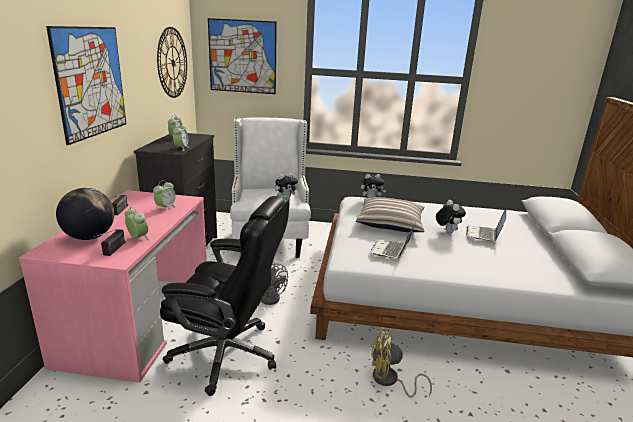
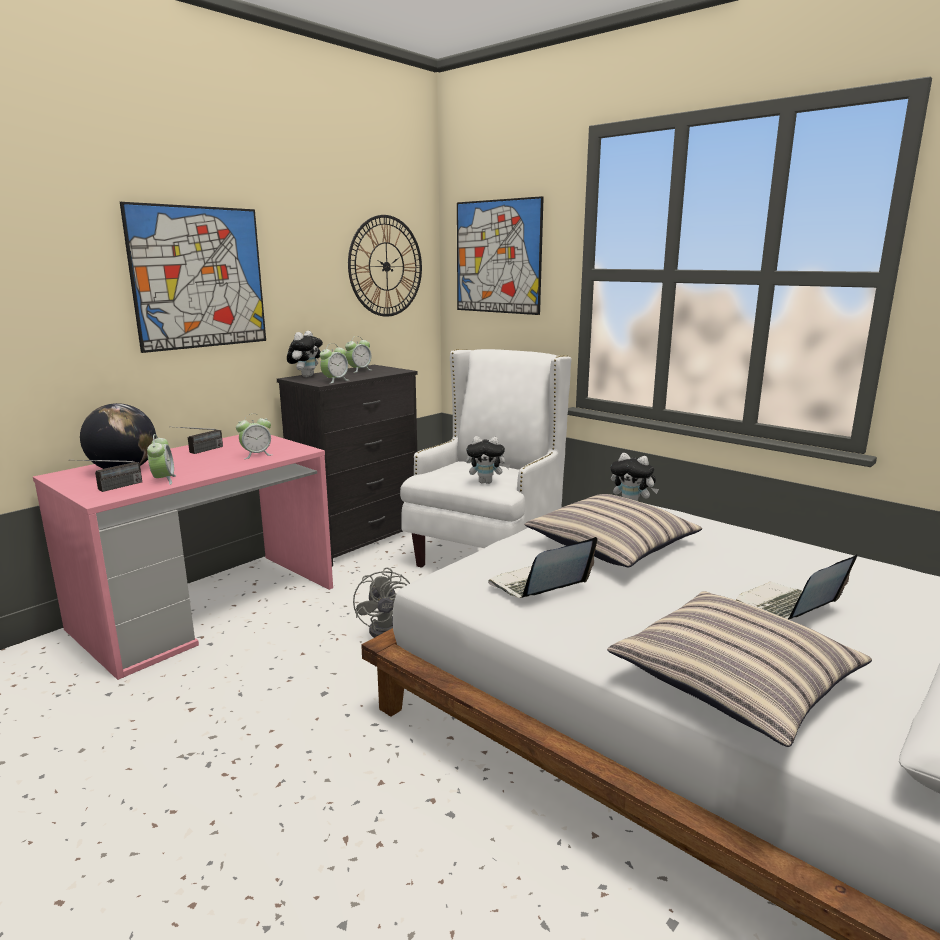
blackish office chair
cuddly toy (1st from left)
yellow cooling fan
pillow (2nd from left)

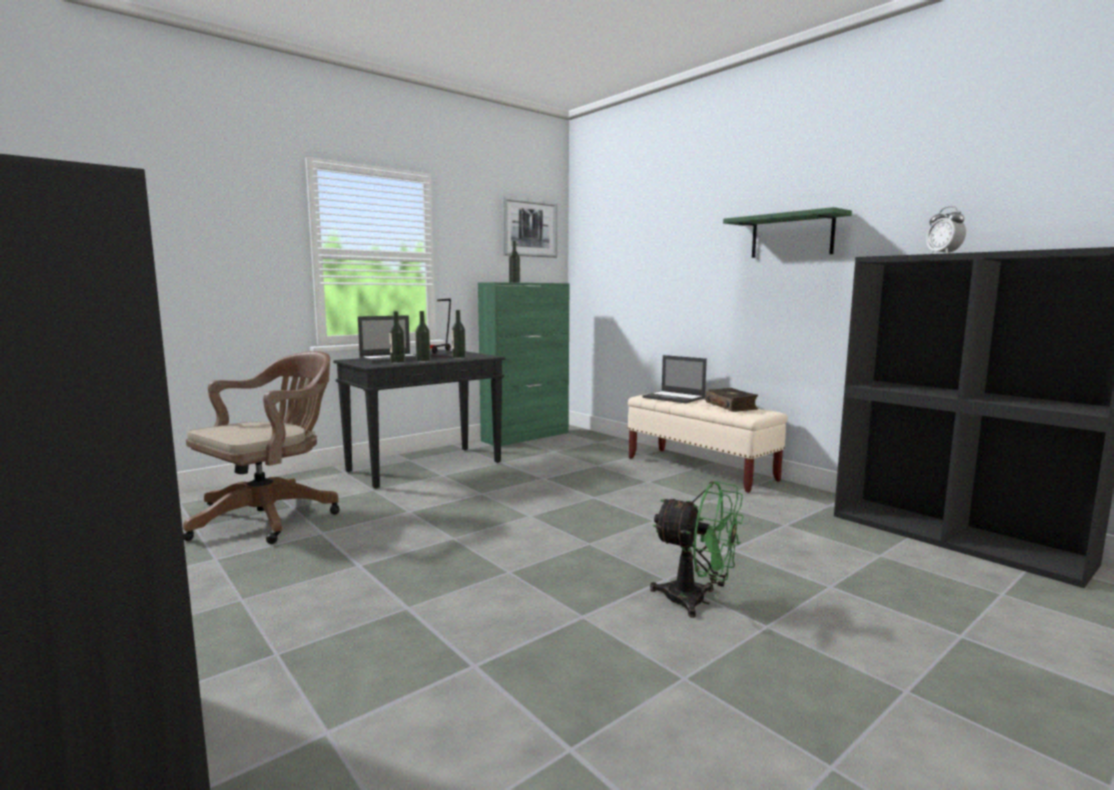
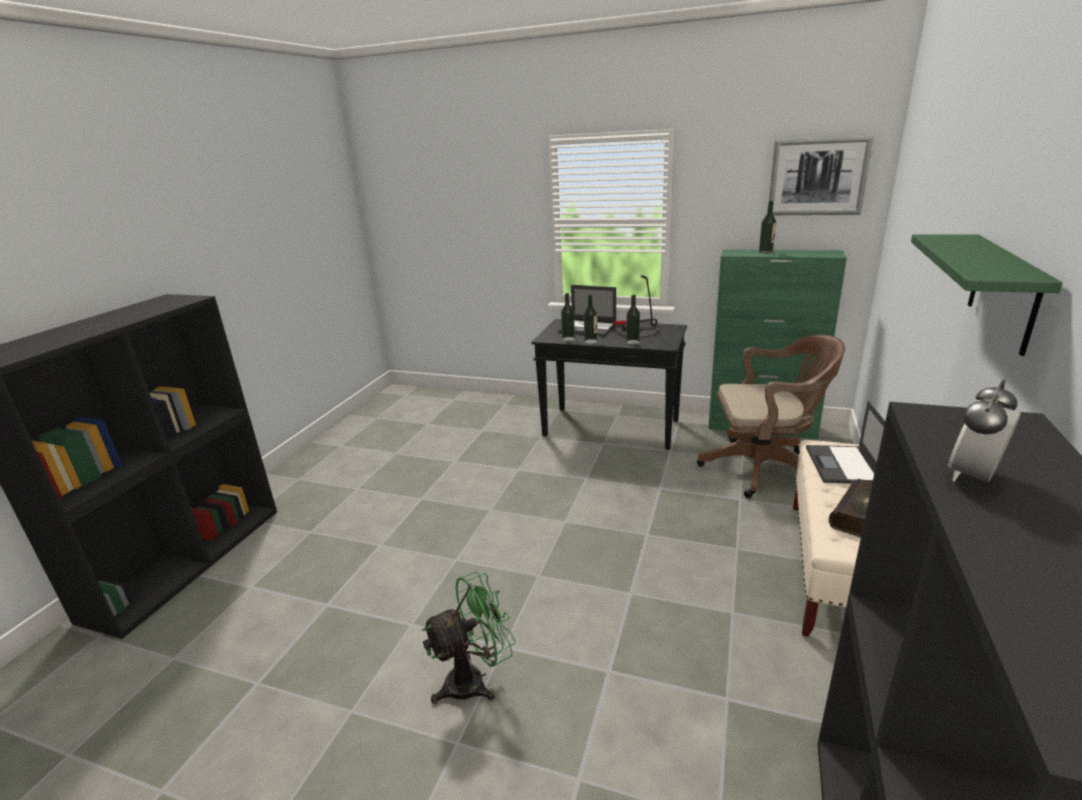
brown-coloured office chair
green-coloured cooling fan

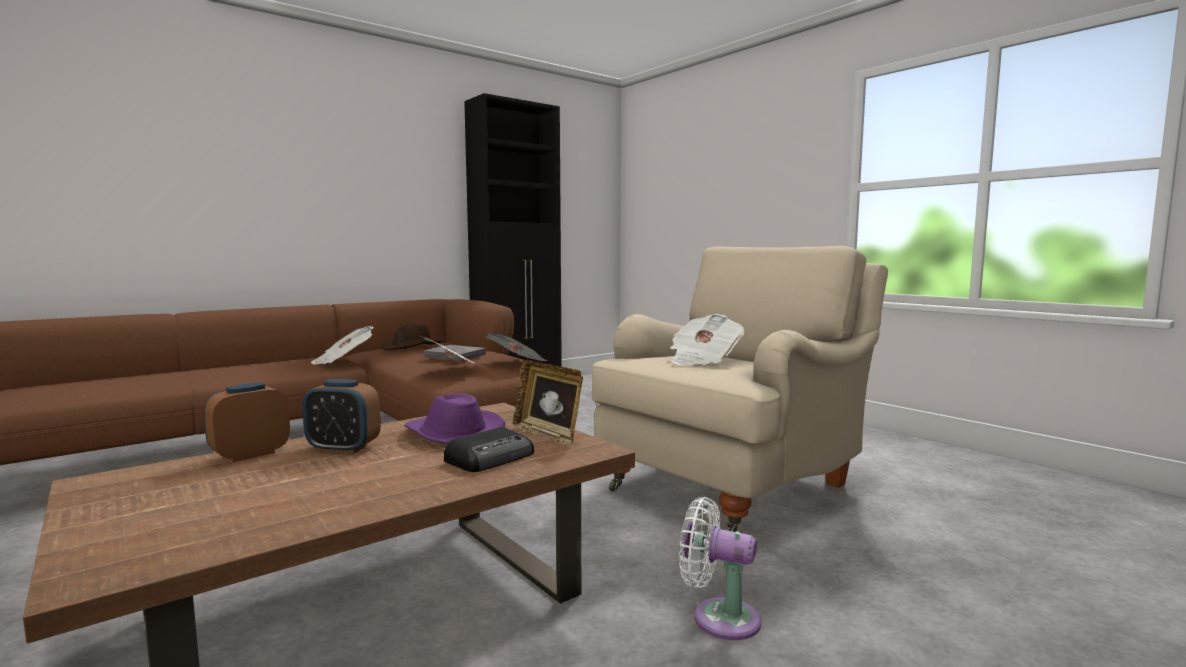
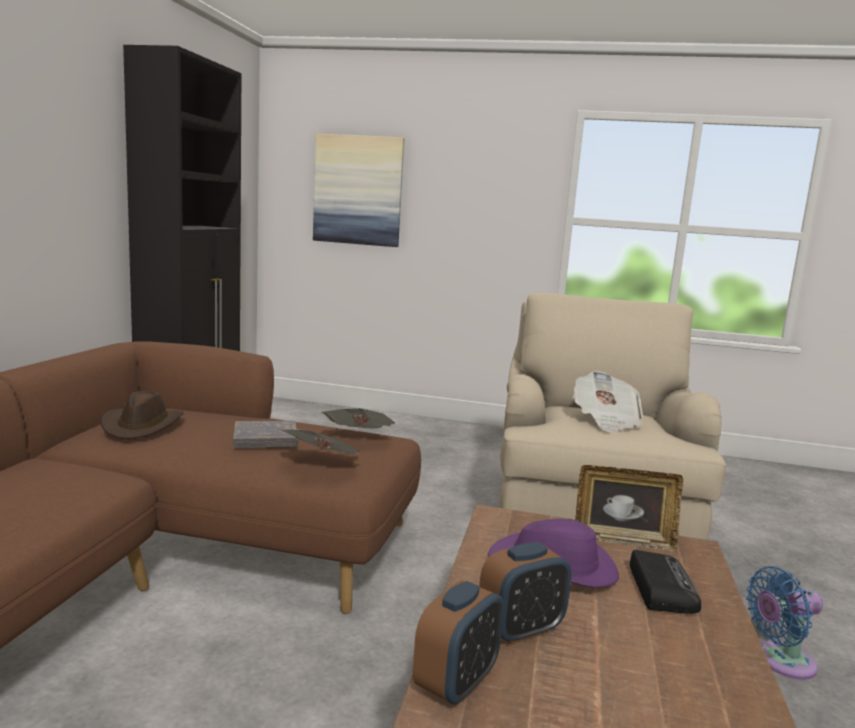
daily paper (1st from left in the first image)
alarm clock (1st from left)
bluish cooling fan
wall picture

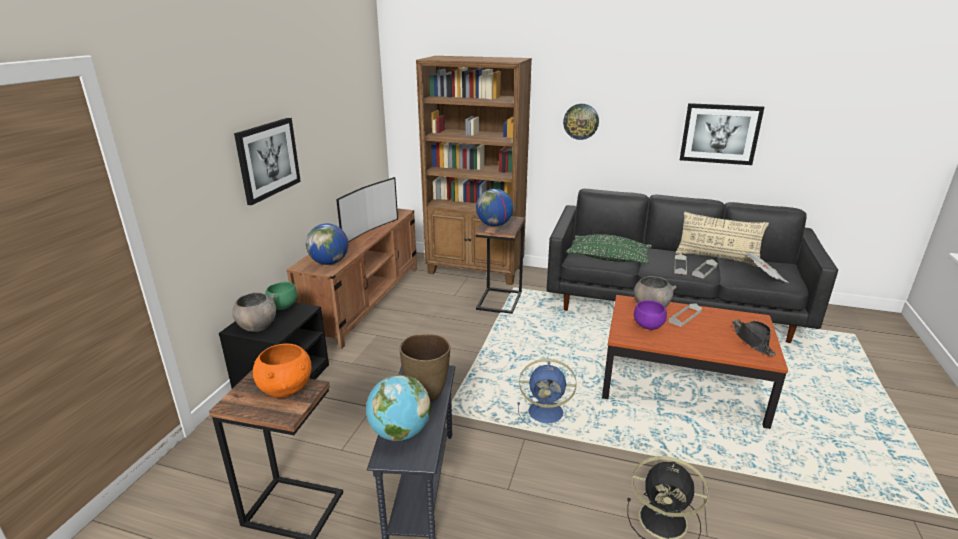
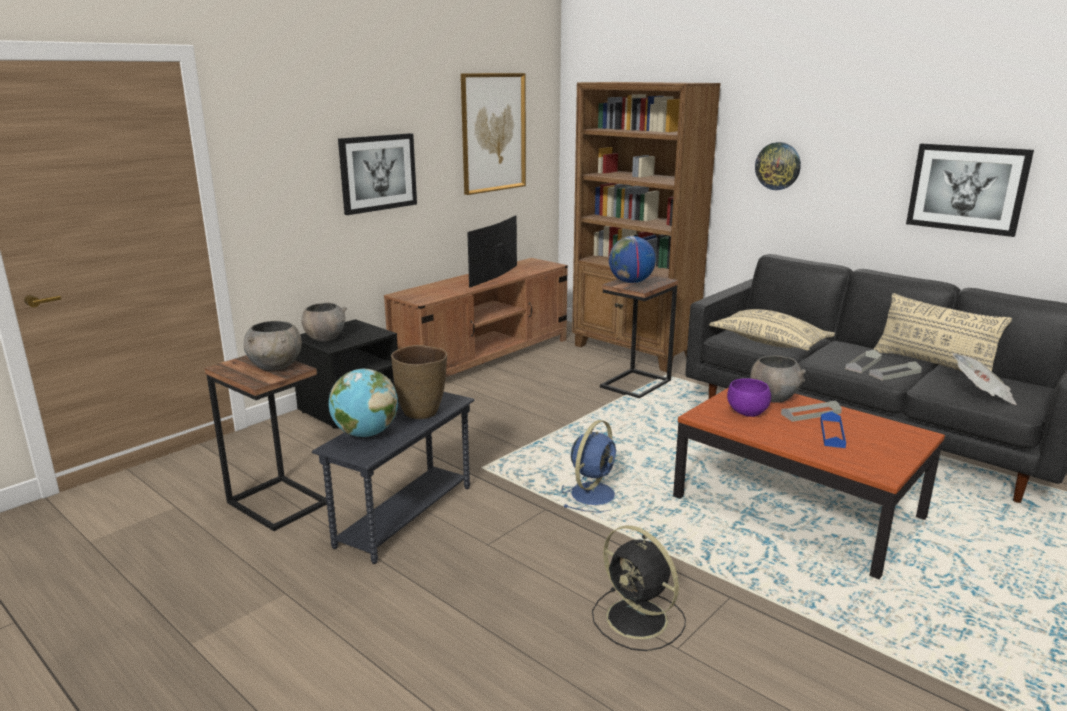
TV
desk globe (1st from left in the first image)
beige pillow (1st from left)
green-coloured serving bowl
blackish hat
gray serving bowl (1st from left)
bluish cooling fan
wall picture (2nd from left)
bluish serving tray

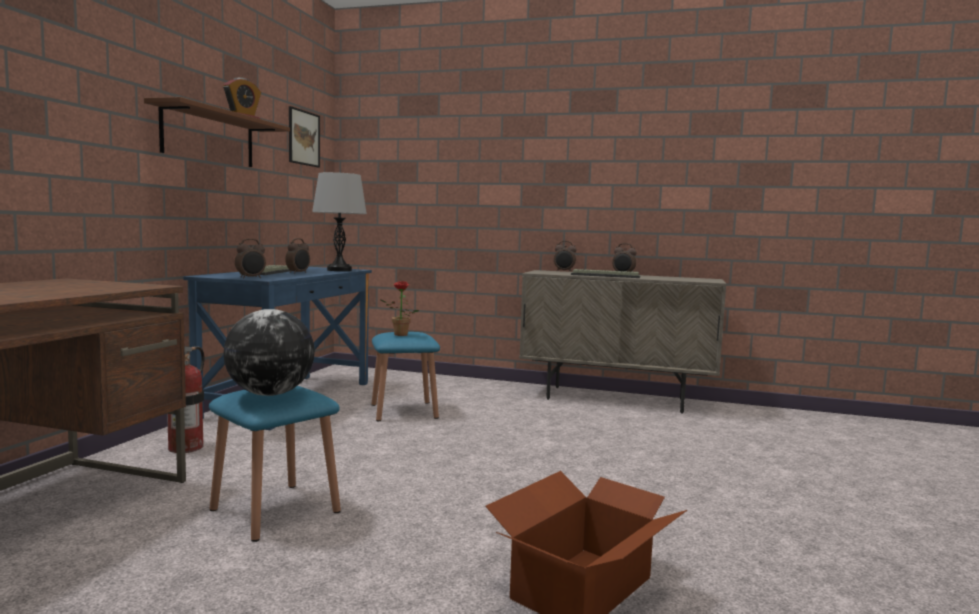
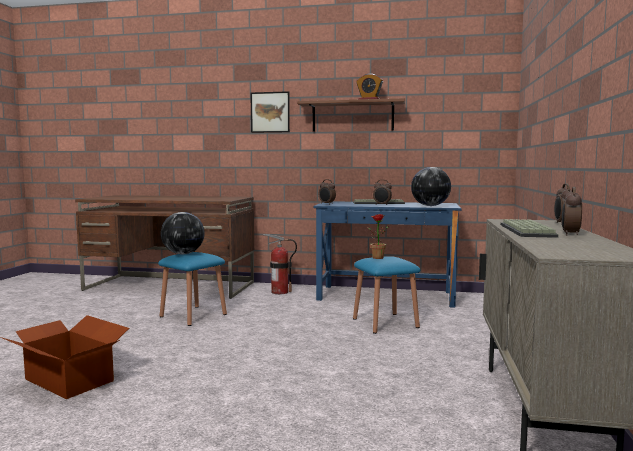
wall picture
desk globe (2nd from left)

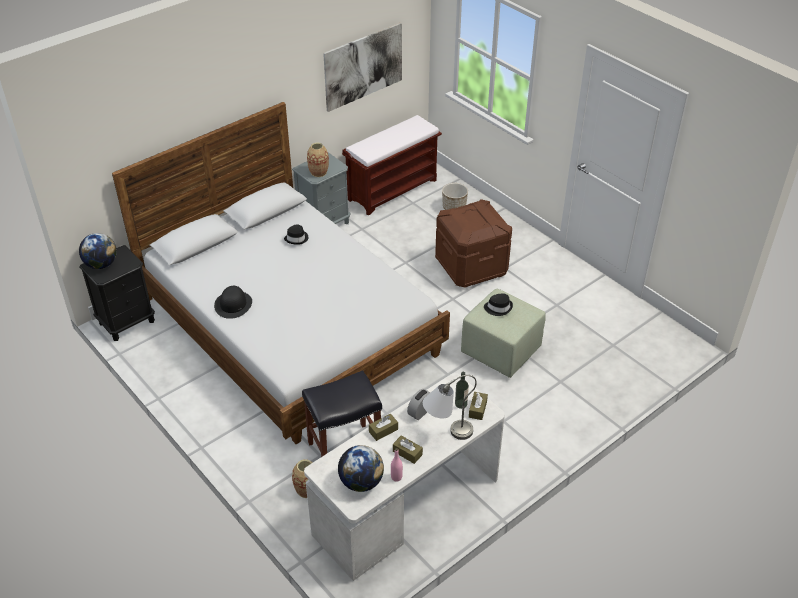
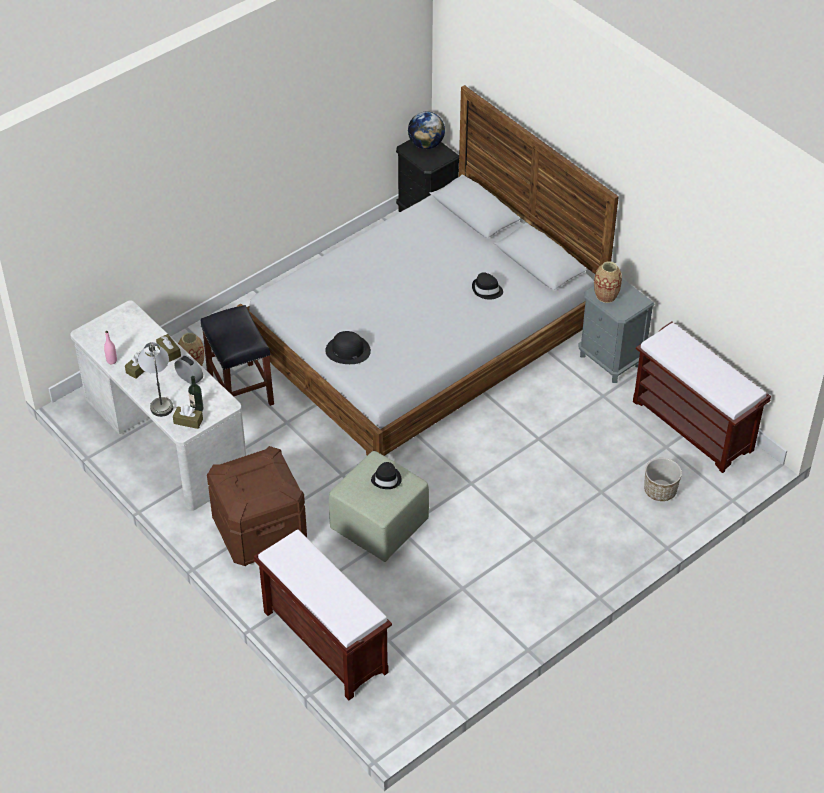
wall picture
brown-coloured storage bin
blackish hat (1st from left)
desk globe (2nd from left in the first image)
brown-coloured bench (1st from left)

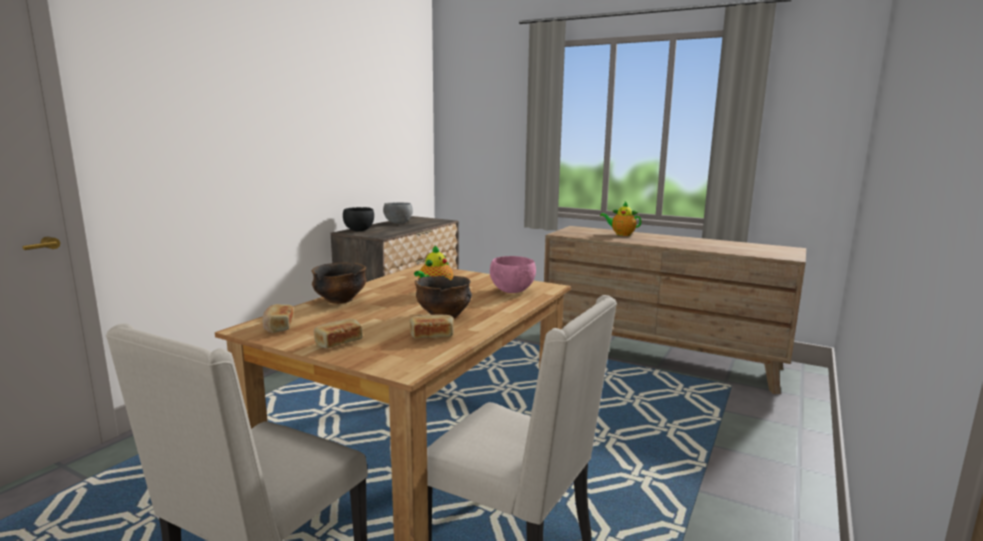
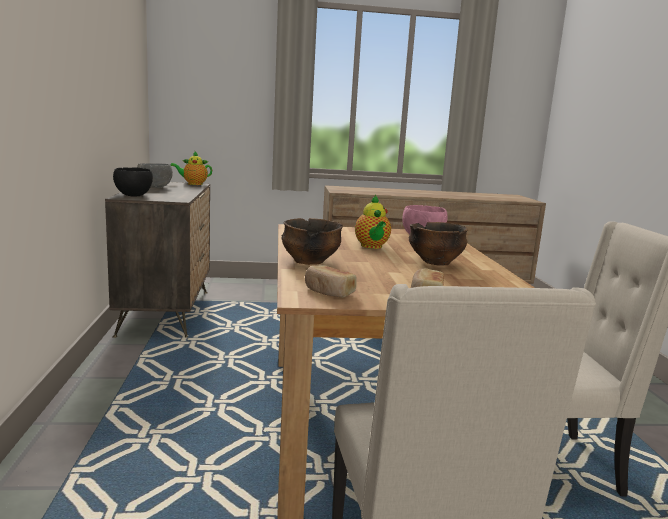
pot for tea (1st from left)
bread (3rd from left in the first image)

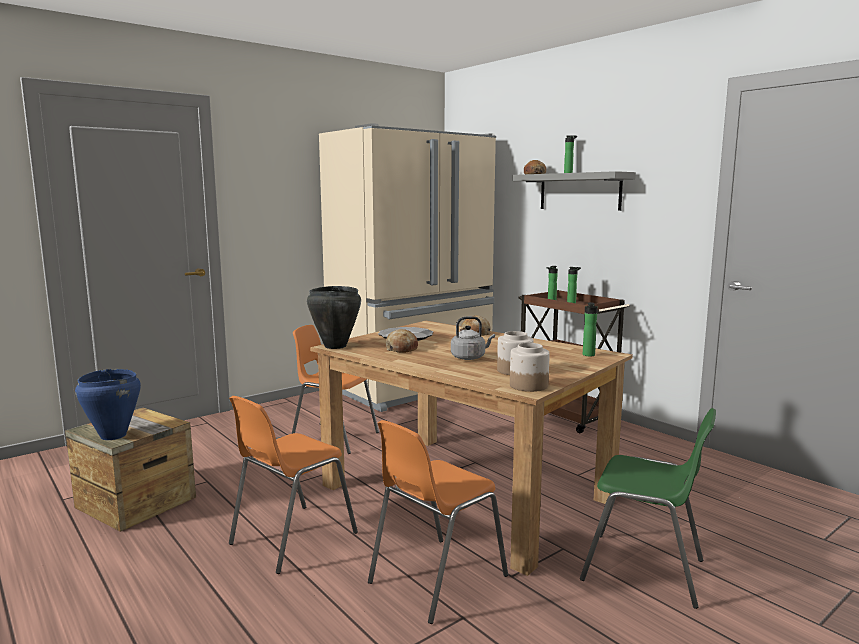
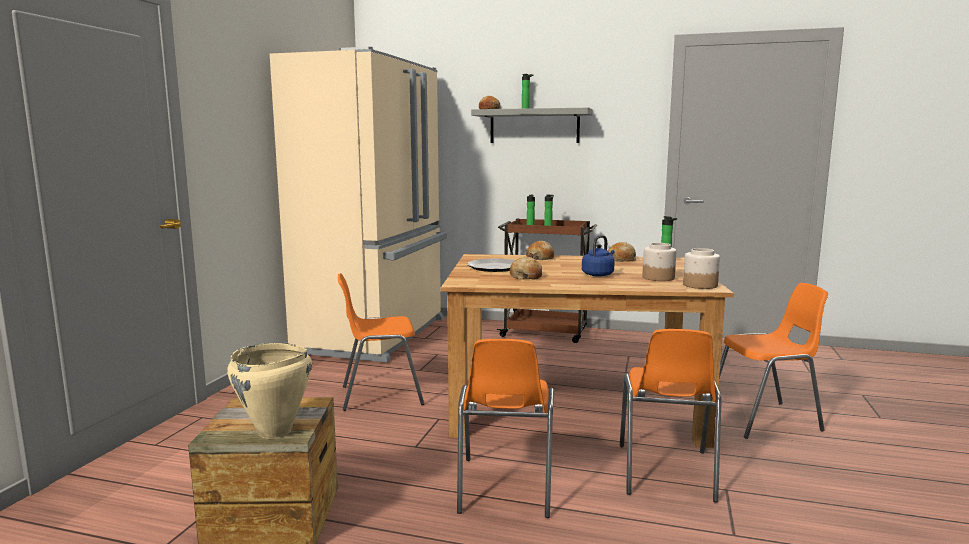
blackish stockpot
bluish kettle
beige stockpot
orange-coloured upright chair (4th from left)
bread (4th from left)

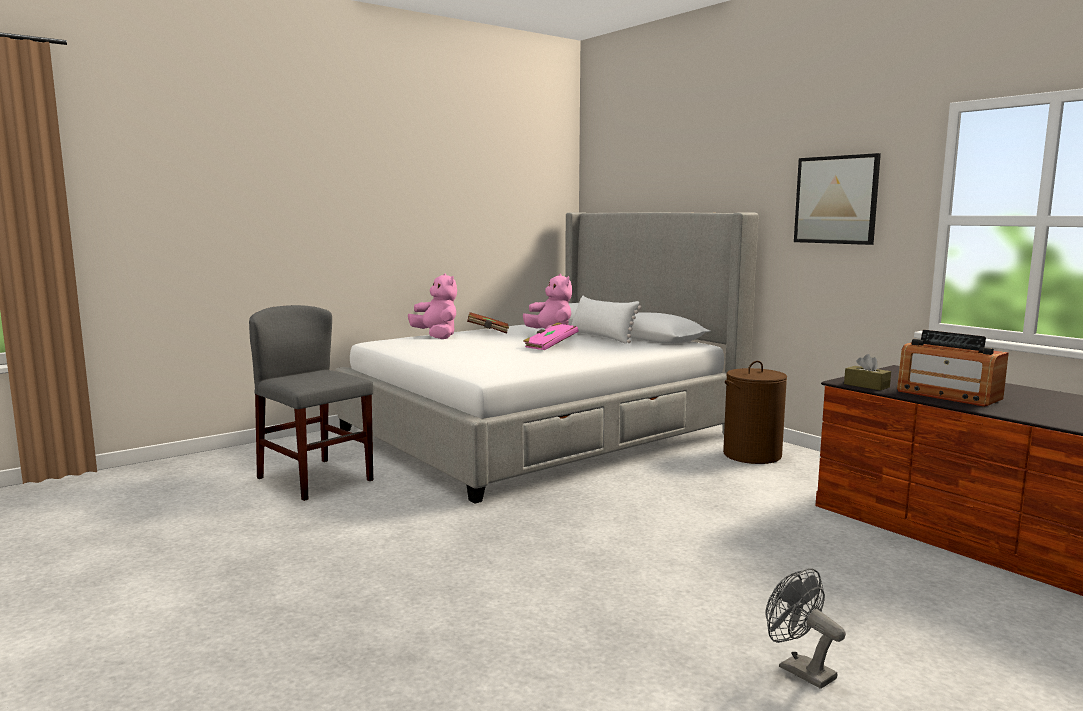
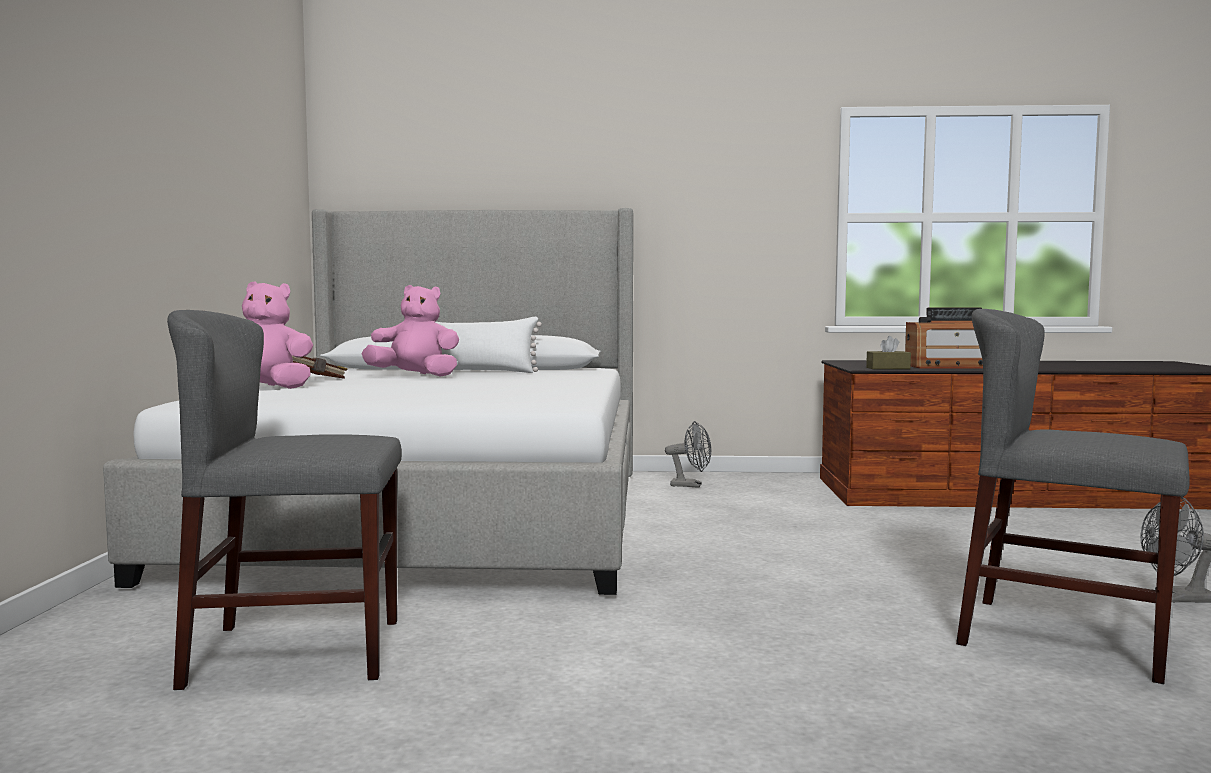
wall picture
pink book
gray cooling fan (1st from left)
gray upright chair (2nd from left)

